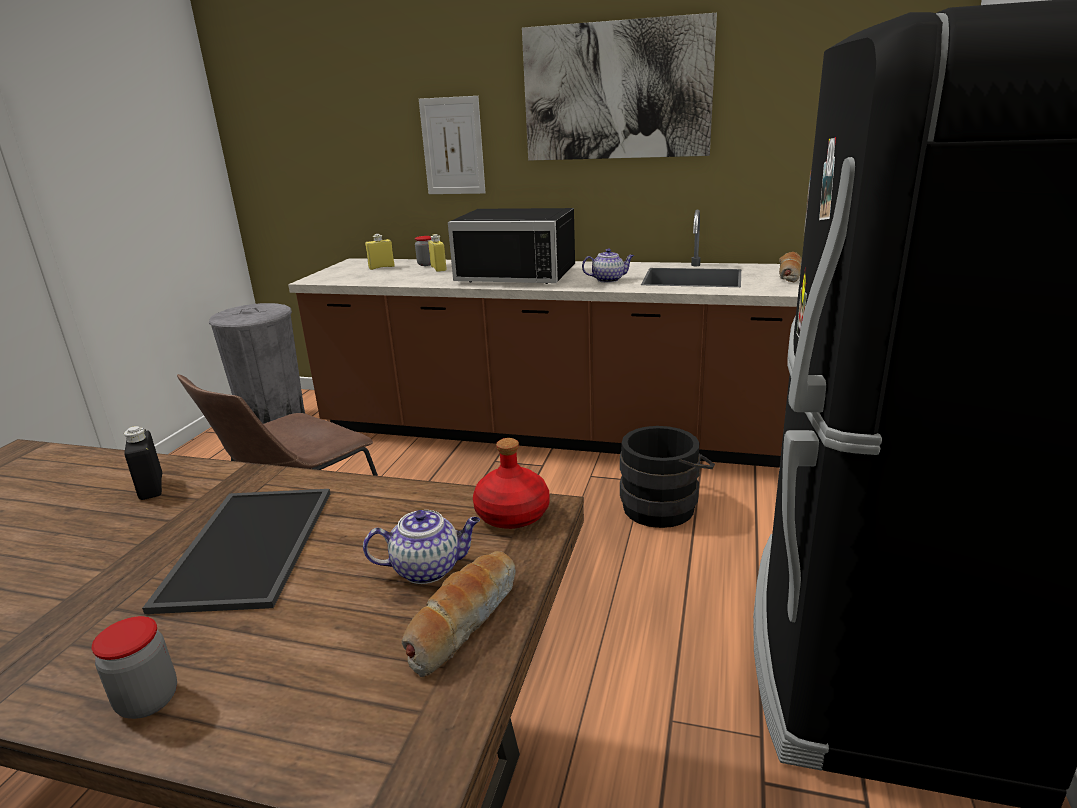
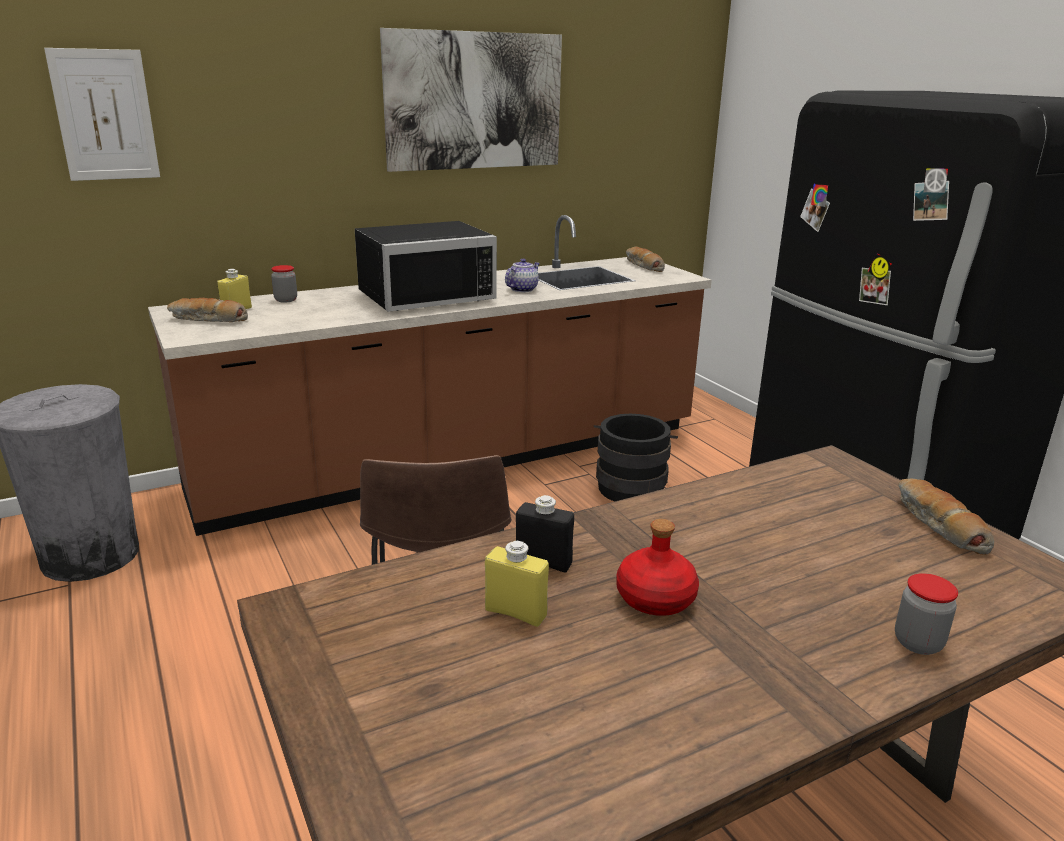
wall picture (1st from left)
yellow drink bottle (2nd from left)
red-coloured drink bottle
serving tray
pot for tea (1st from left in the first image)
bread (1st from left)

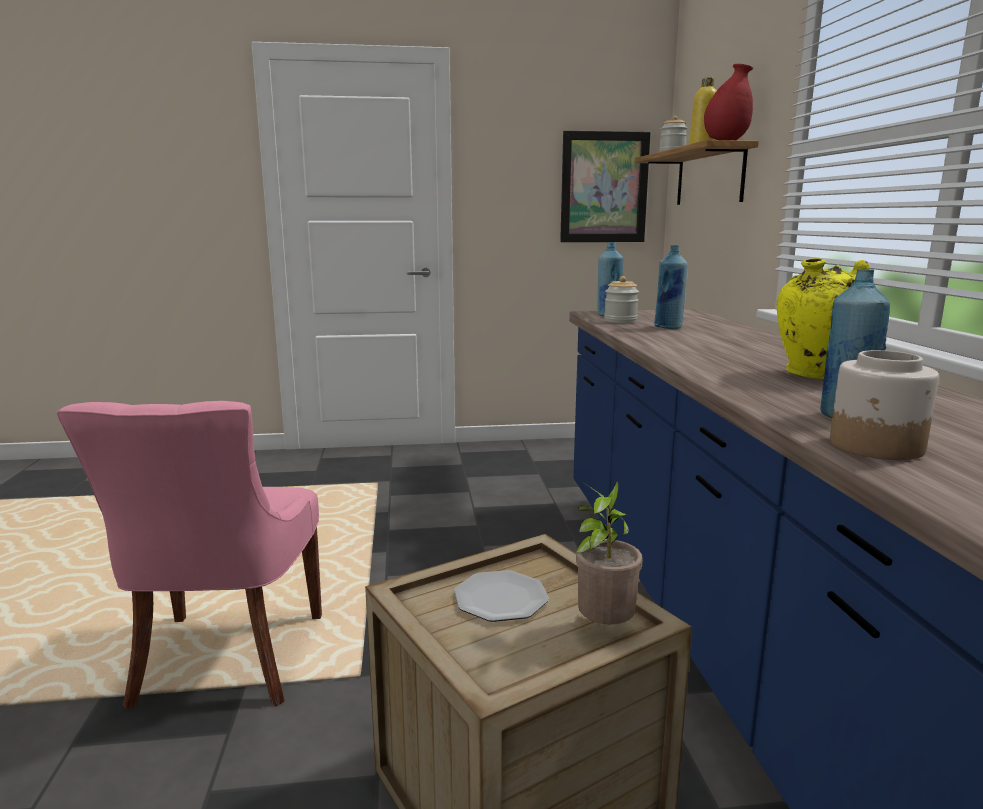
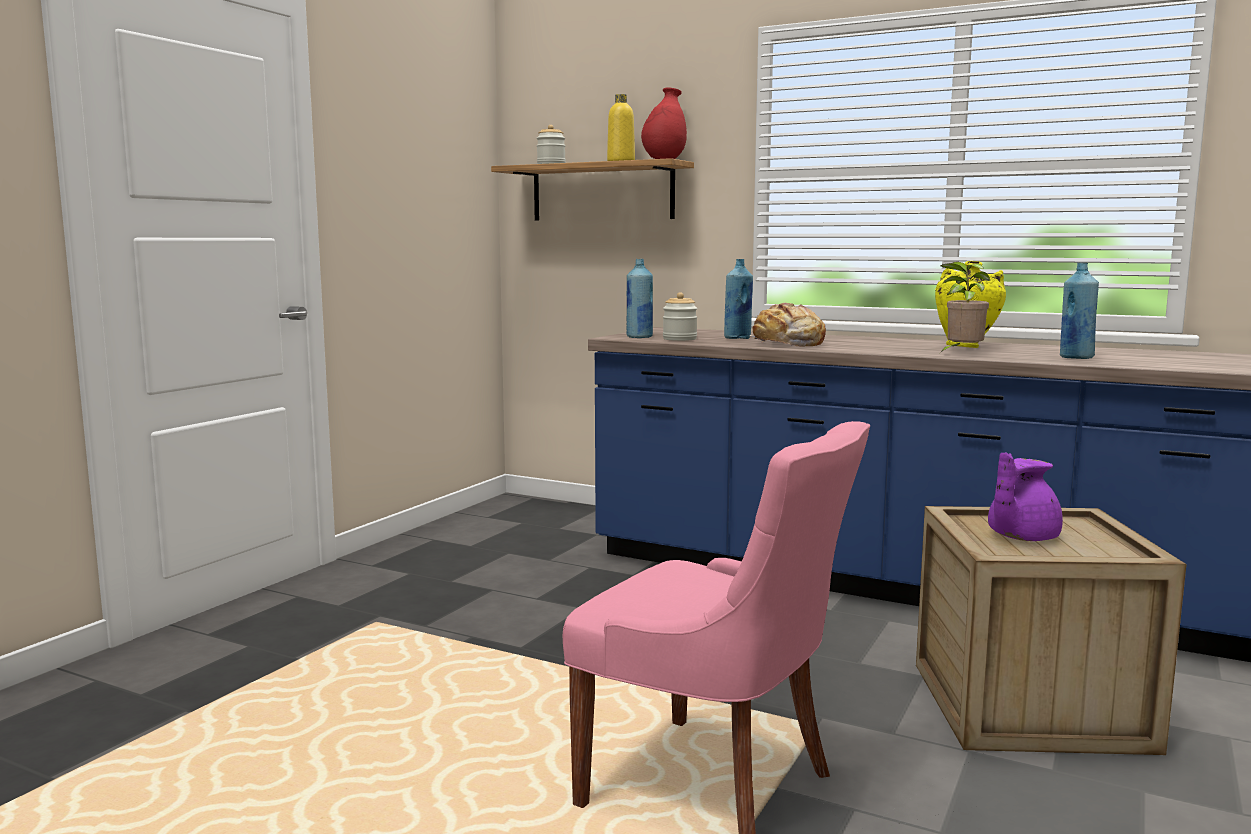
wall picture
preserve jar (3rd from left in the first image)
potted plant
purple-coloured pot for tea
bread

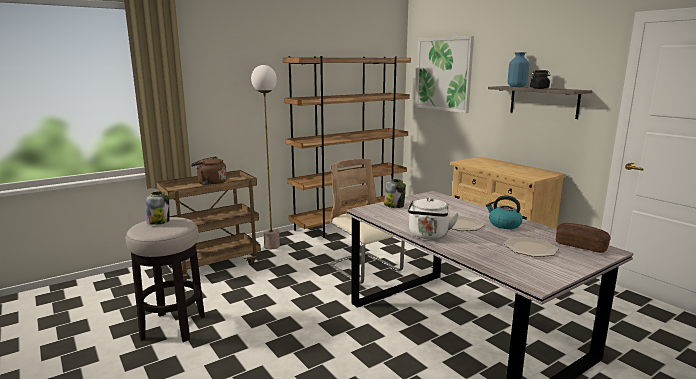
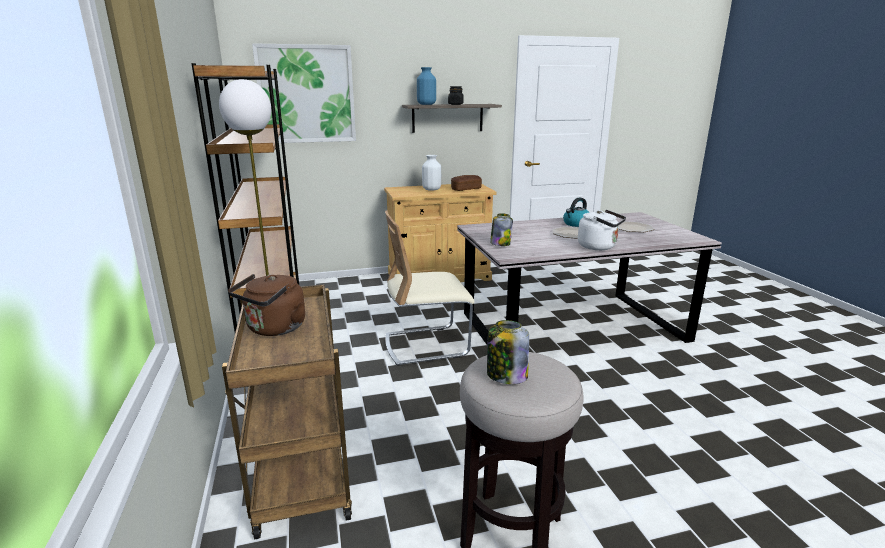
bread
white-coloured flower vase

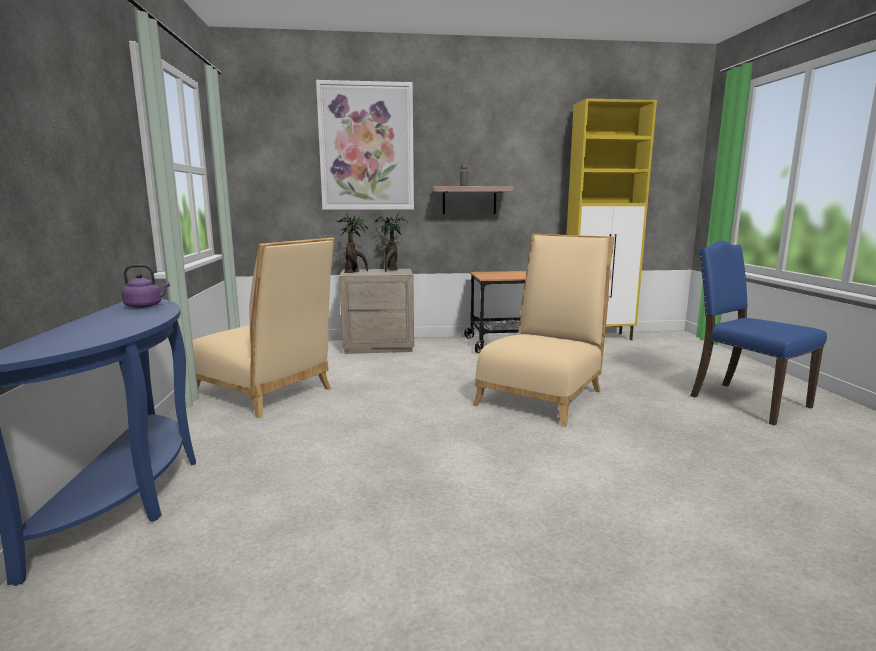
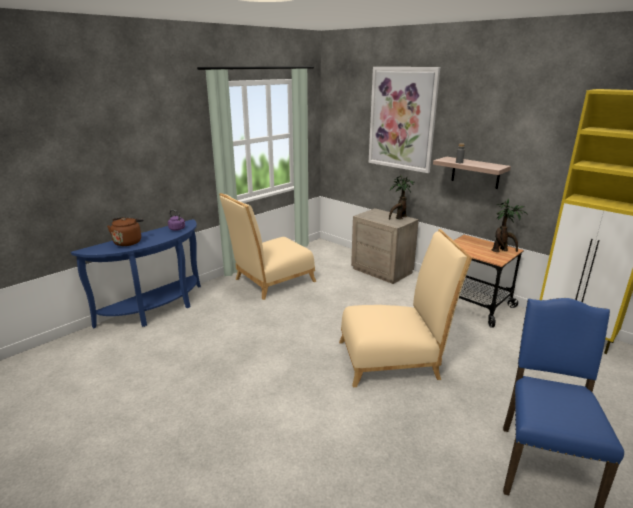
potted plant (2nd from left)
beige upright chair (1st from left)
brown-coloured kettle

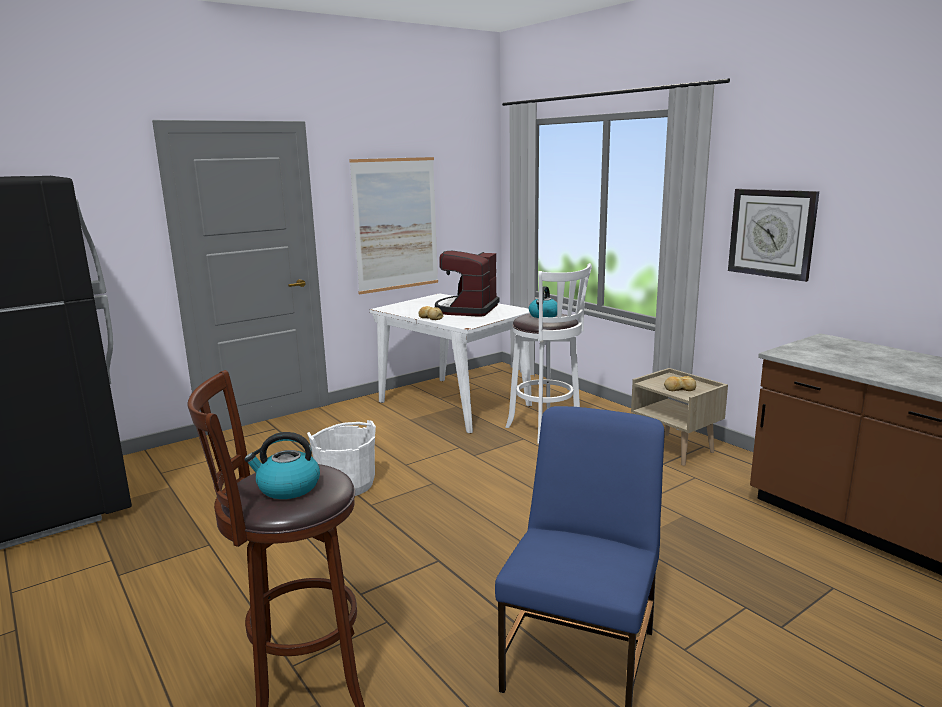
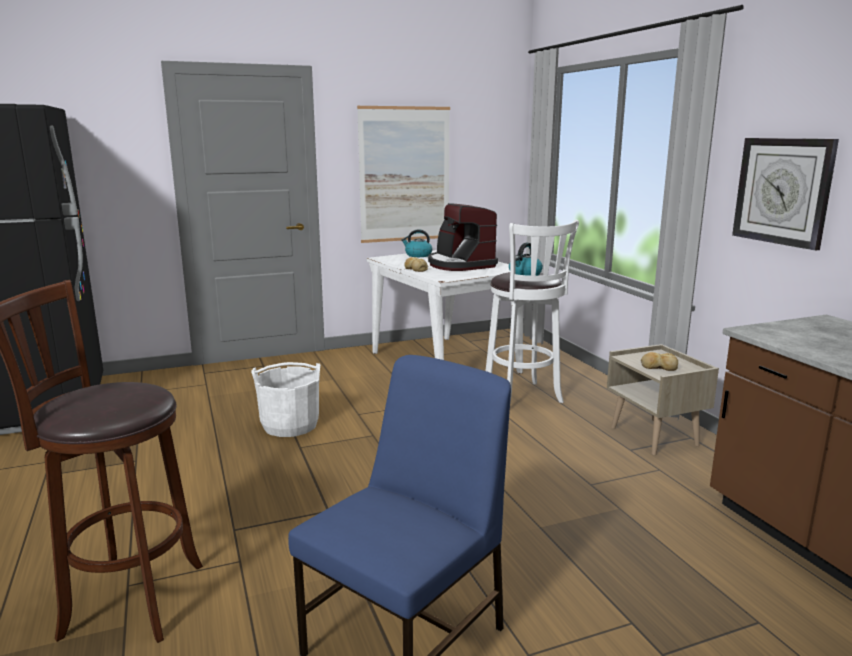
coffee machine
kettle (1st from left)

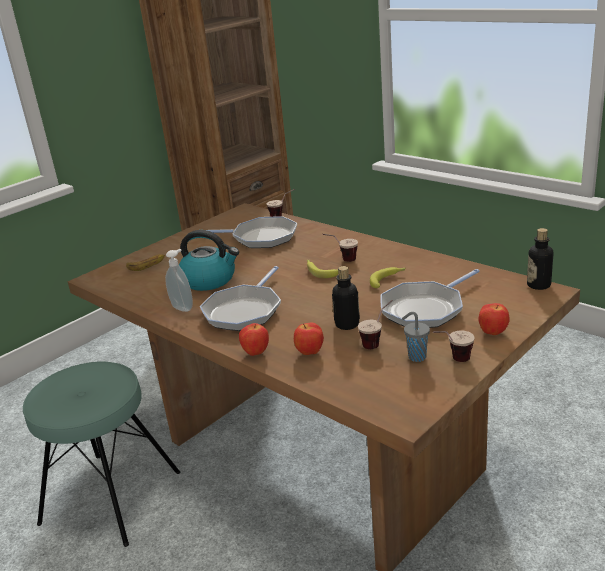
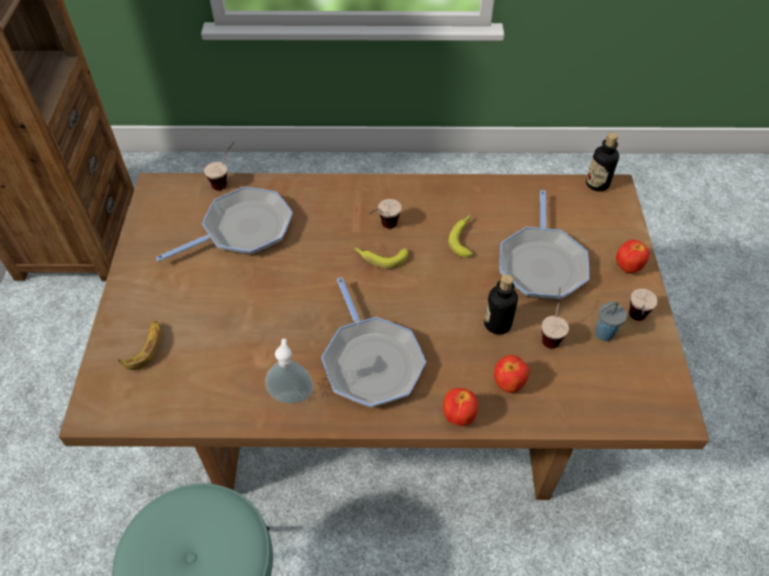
kettle

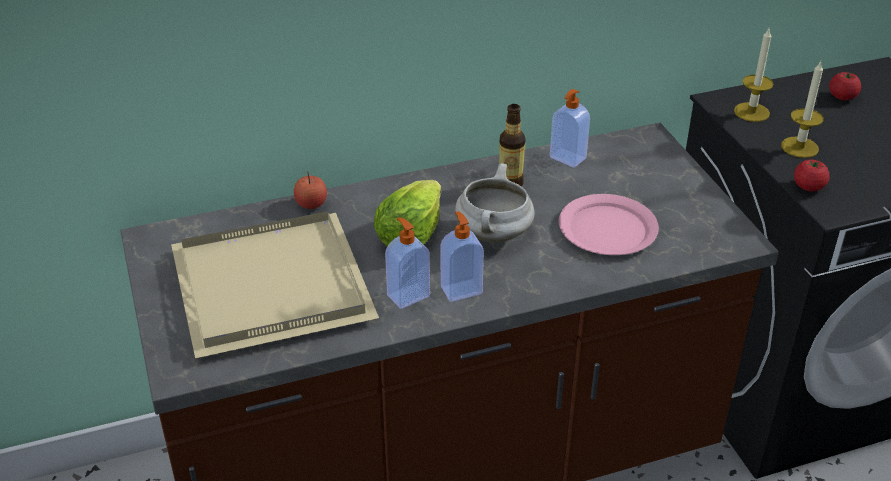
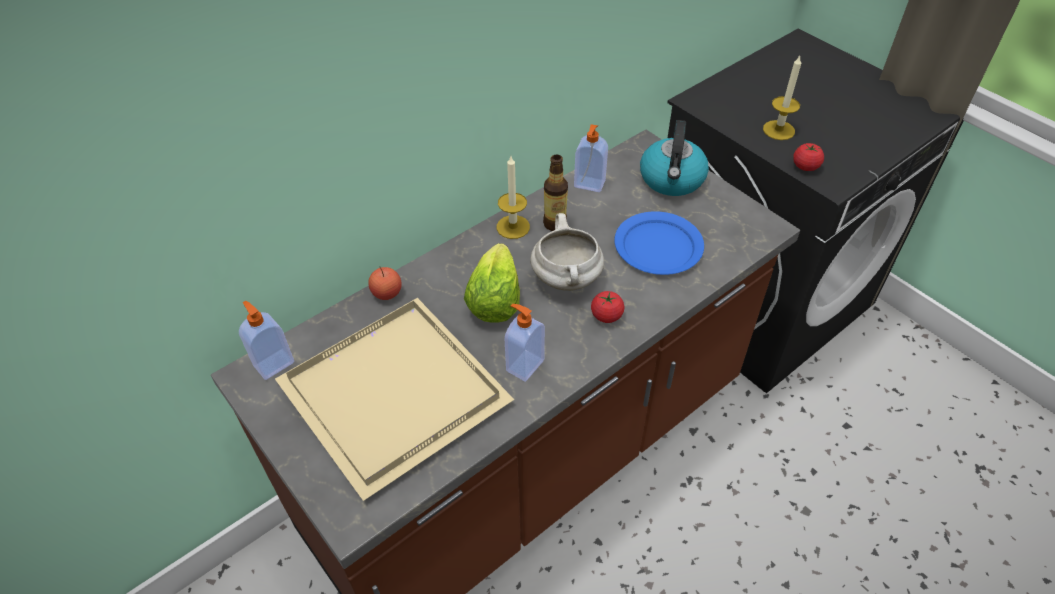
candle (1st from left)
whole tomato (1st from left)
bluish dinner plate
liquid soap bottle (1st from left)
kettle

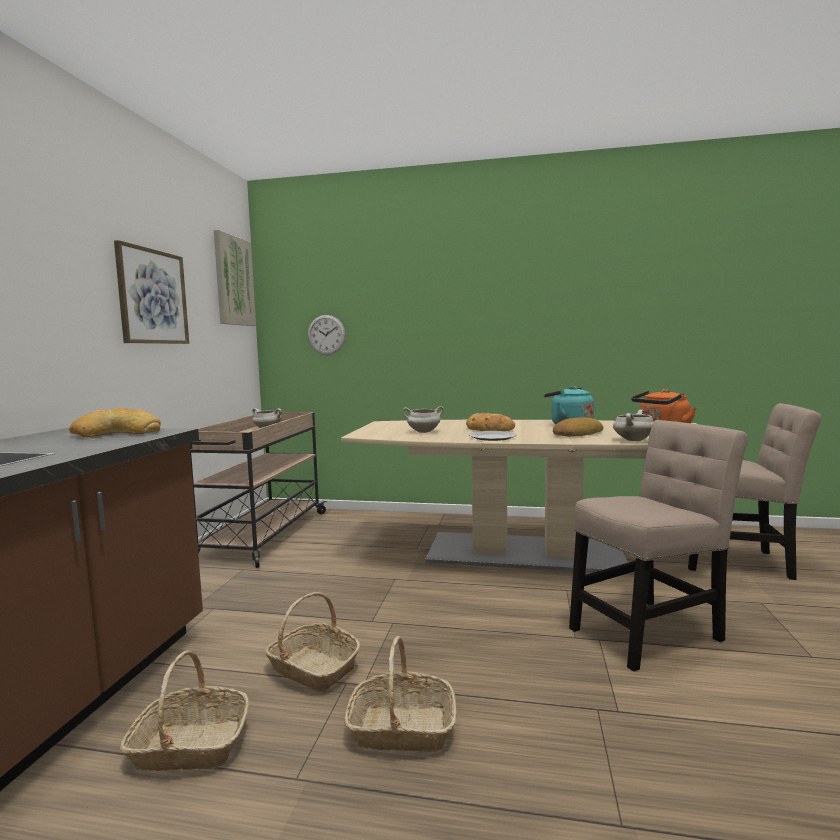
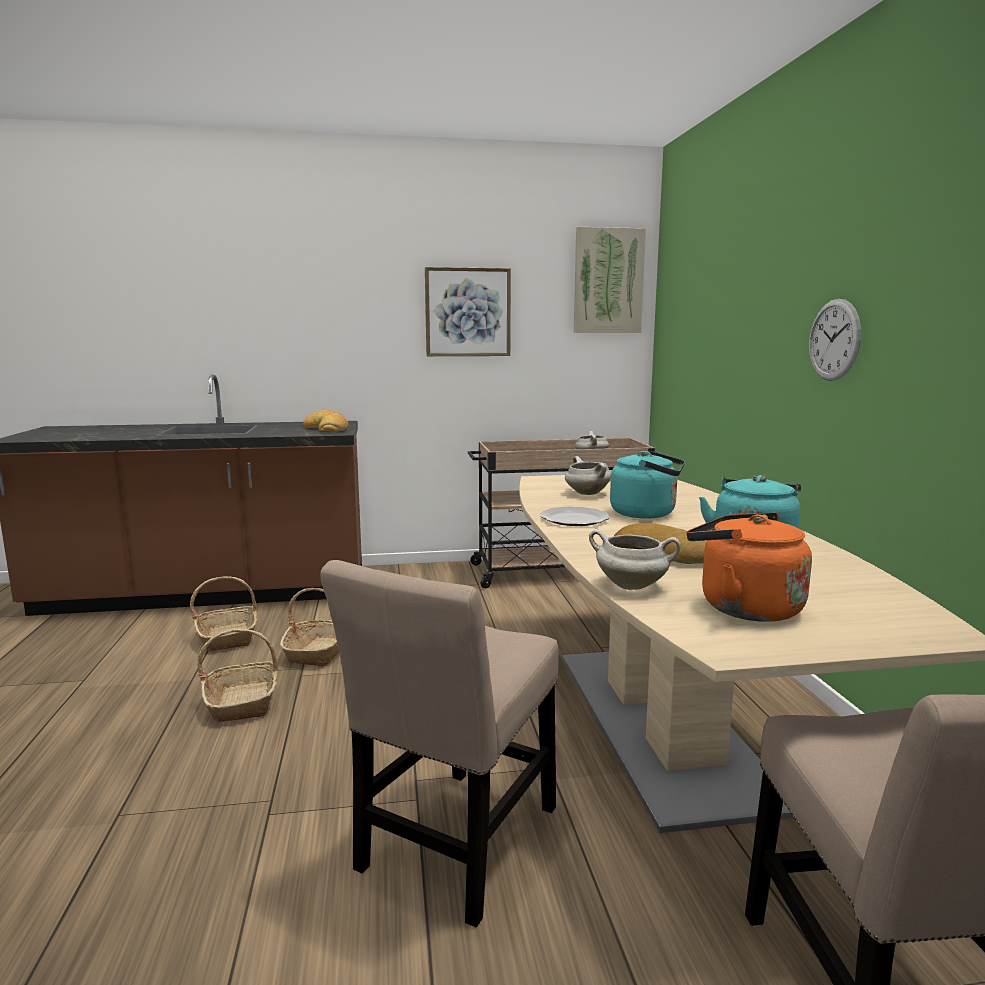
wall clock
turquoise-coloured kettle (1st from left)
beige upright chair (1st from left)

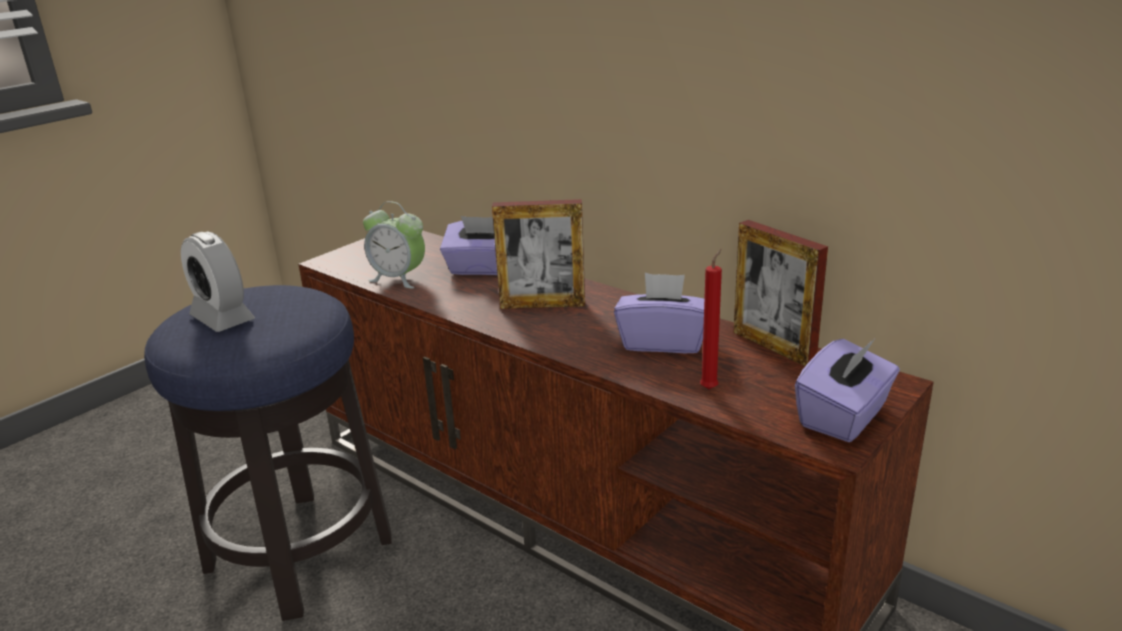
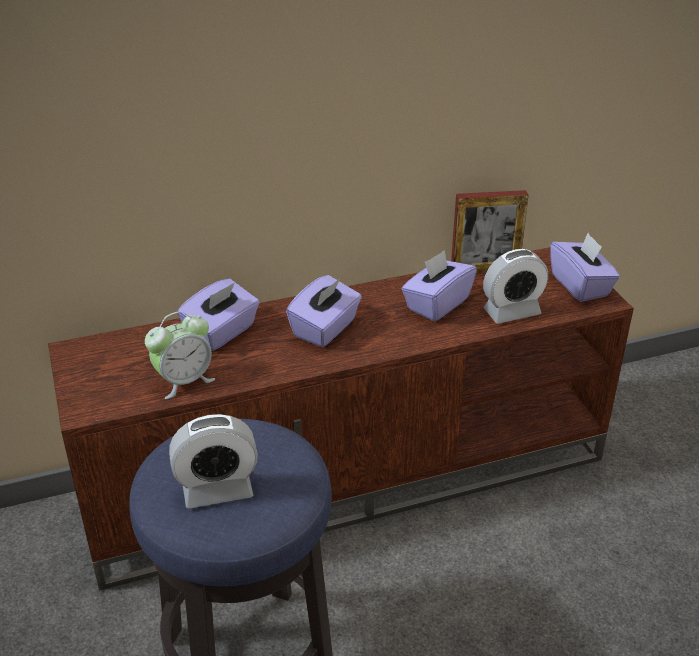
purple-coloured tissue holder (2nd from left)
alarm clock (3rd from left)

